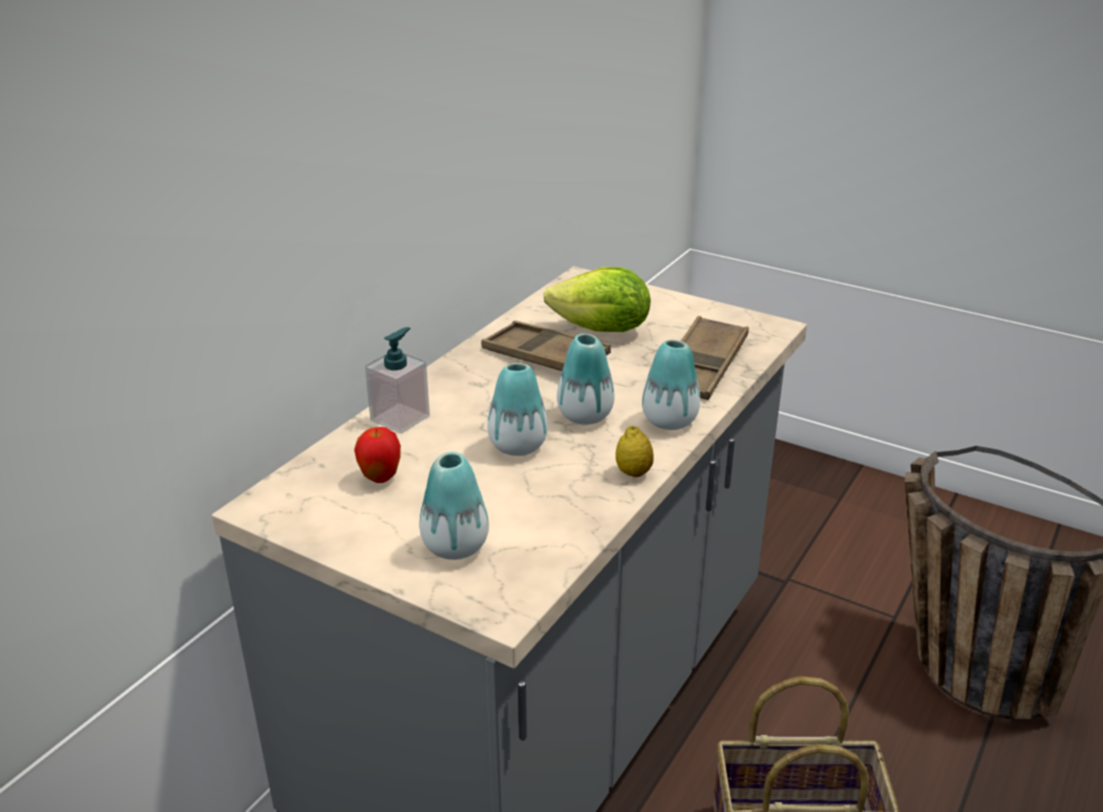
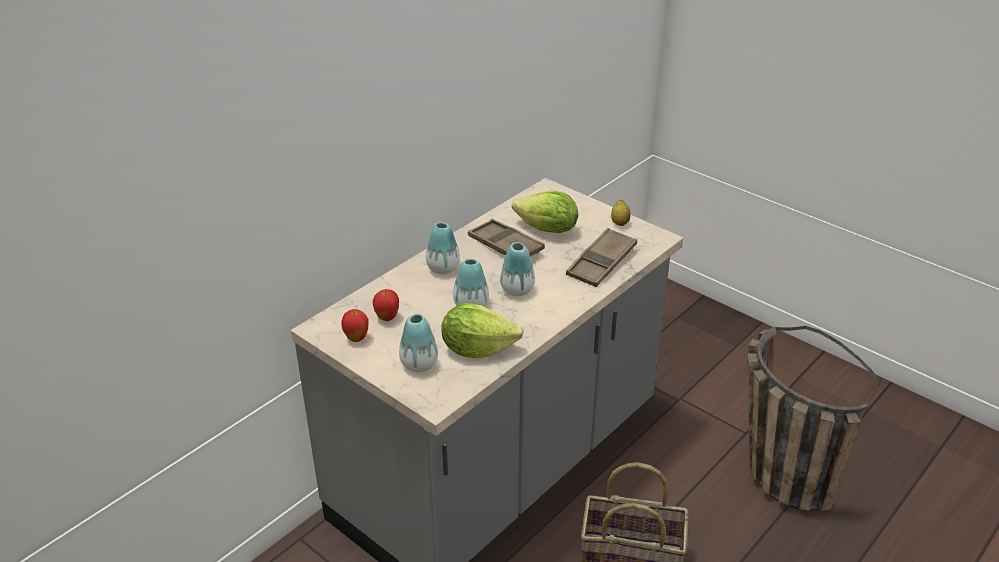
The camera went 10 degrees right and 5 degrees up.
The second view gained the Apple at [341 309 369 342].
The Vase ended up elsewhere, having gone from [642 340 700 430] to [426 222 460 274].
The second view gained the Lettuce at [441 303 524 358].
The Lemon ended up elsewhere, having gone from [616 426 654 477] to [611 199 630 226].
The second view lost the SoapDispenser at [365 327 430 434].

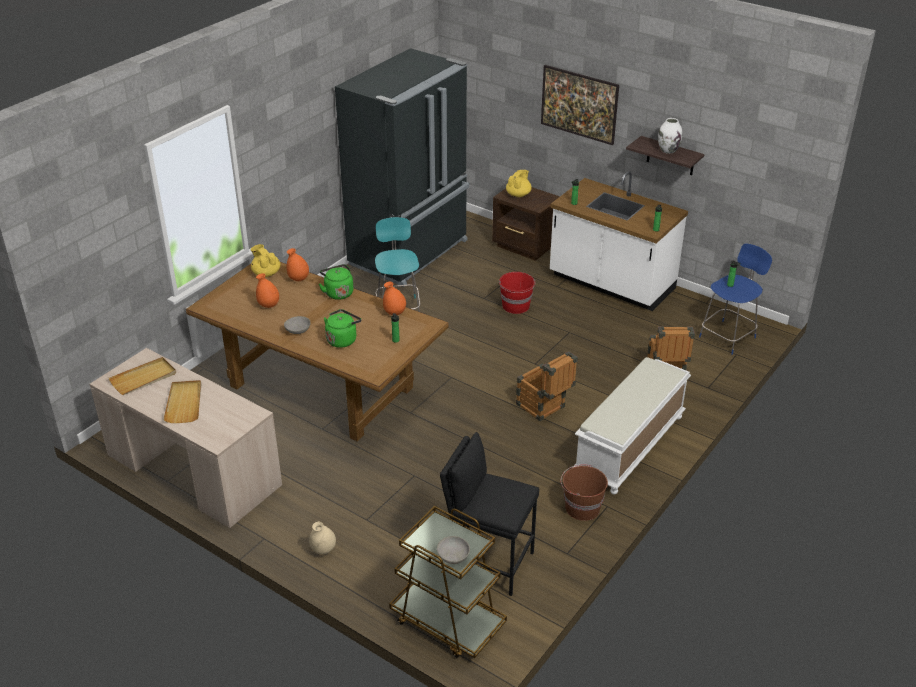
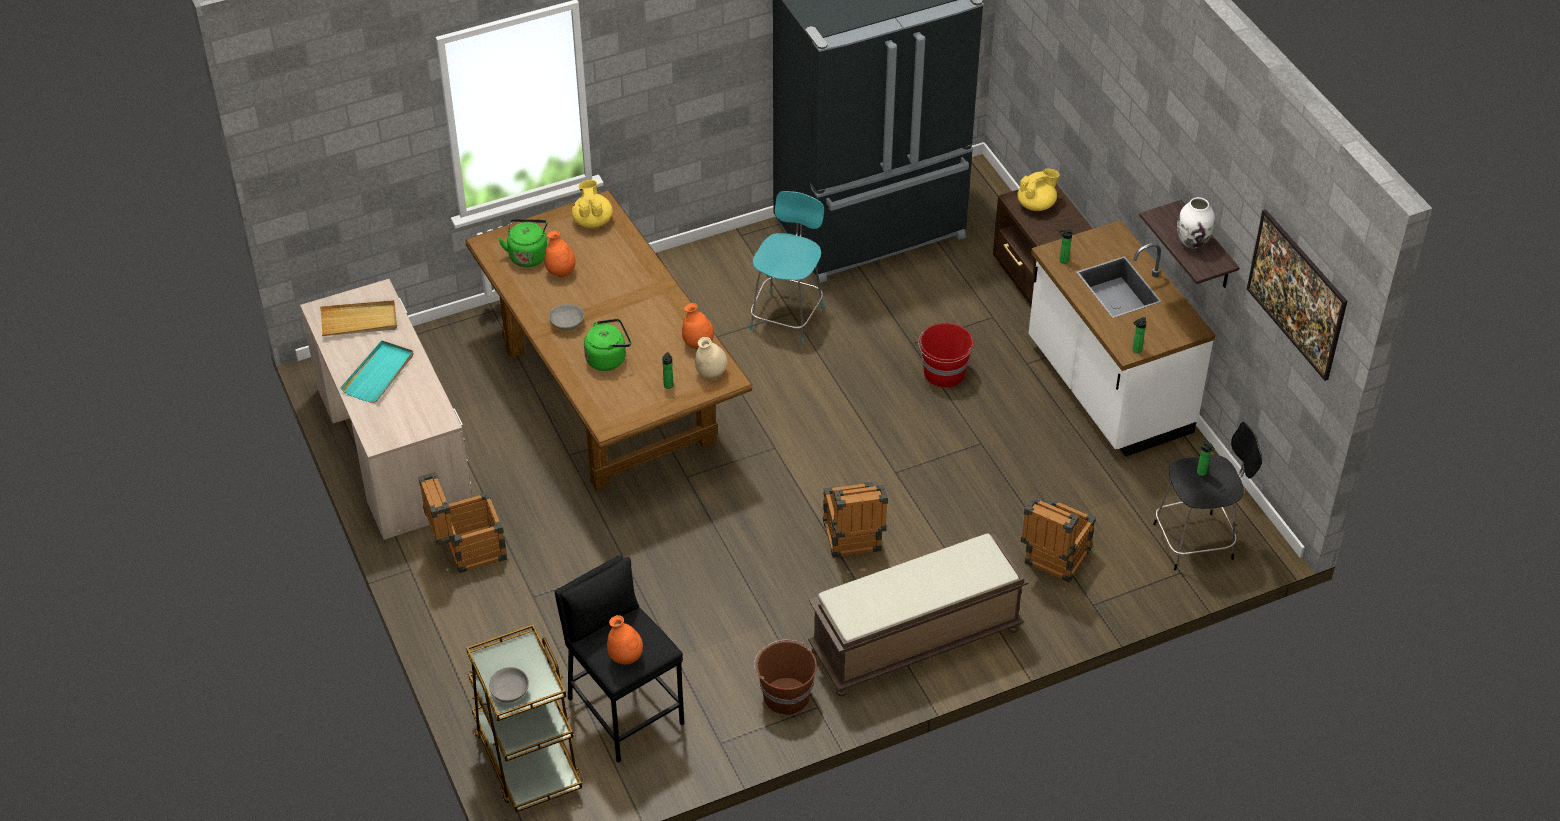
The camera went 30 degrees right and 10 degrees up.
What was the BeigeTray at [163 380 201 423] turned into the TurquoiseTray at [340 341 414 402].
The second view gained the Crate at [418 472 507 573].
The GreenKettle ended up elsewhere, having gone from [319 264 353 300] to [498 219 547 267].
The OrangeVase ended up elsewhere, having gone from [287 248 309 281] to [607 615 643 664].
The BeigeVase ended up elsewhere, having gone from [309 522 336 554] to [695 337 728 378].
What was the WhiteBench at [572 357 691 495] turned into the BrownBench at [808 534 1028 697].
What was the BlueStool at [699 244 772 355] turned into the BlackStool at [1153 421 1262 571].
The Picture ended up elsewhere, having gone from [541 65 619 145] to [1247 209 1347 381].

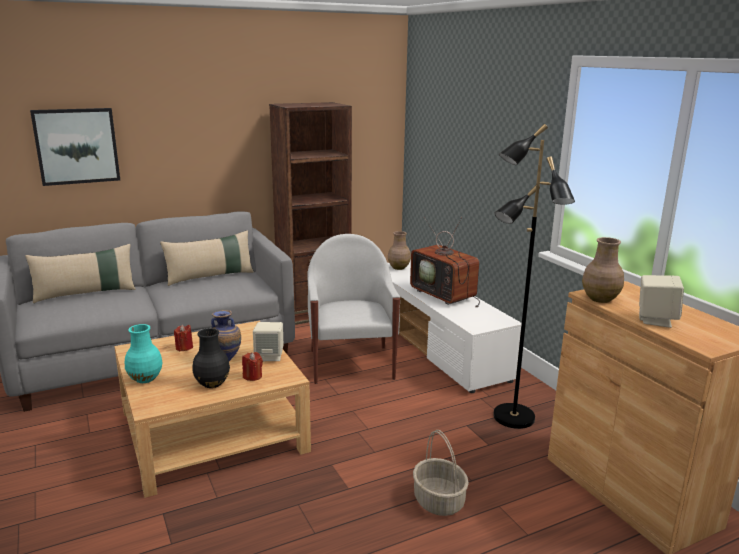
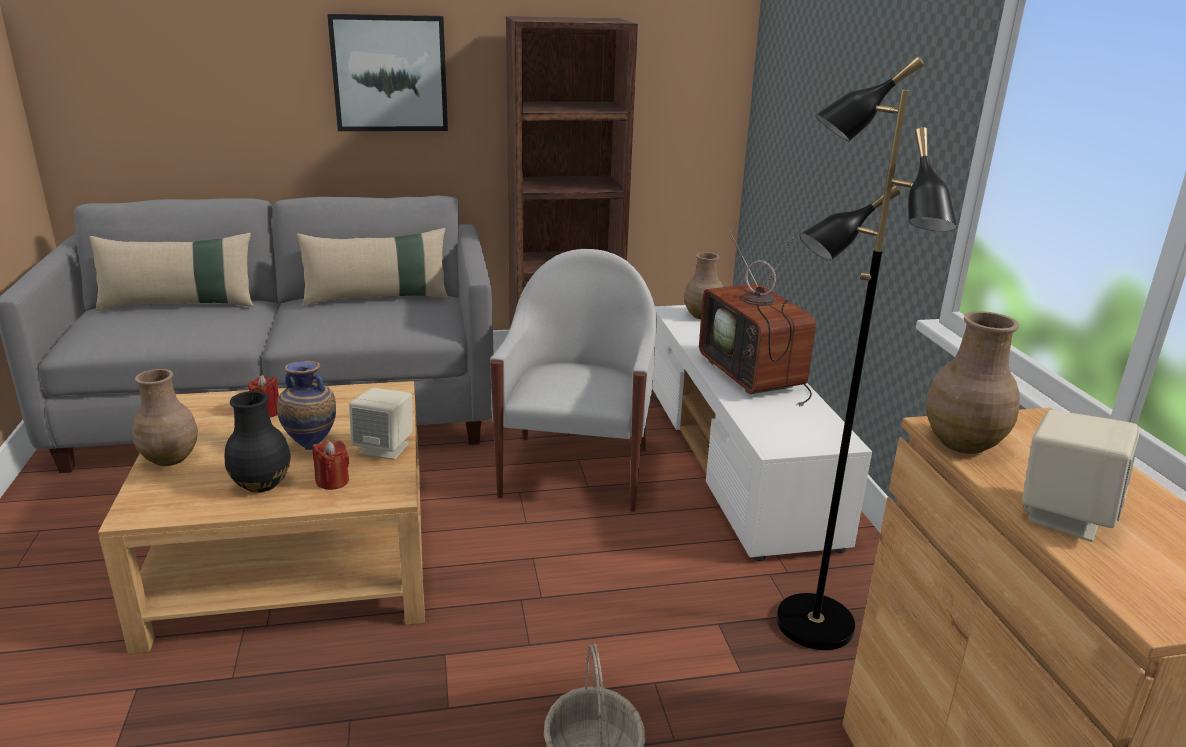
The camera went 15 degrees right and 5 degrees up.
What was the TurquoiseVase at [125 324 163 383] turned into the BrownVase at [132 369 198 466].
The Picture ended up elsewhere, having gone from [30 108 120 186] to [327 14 448 131].

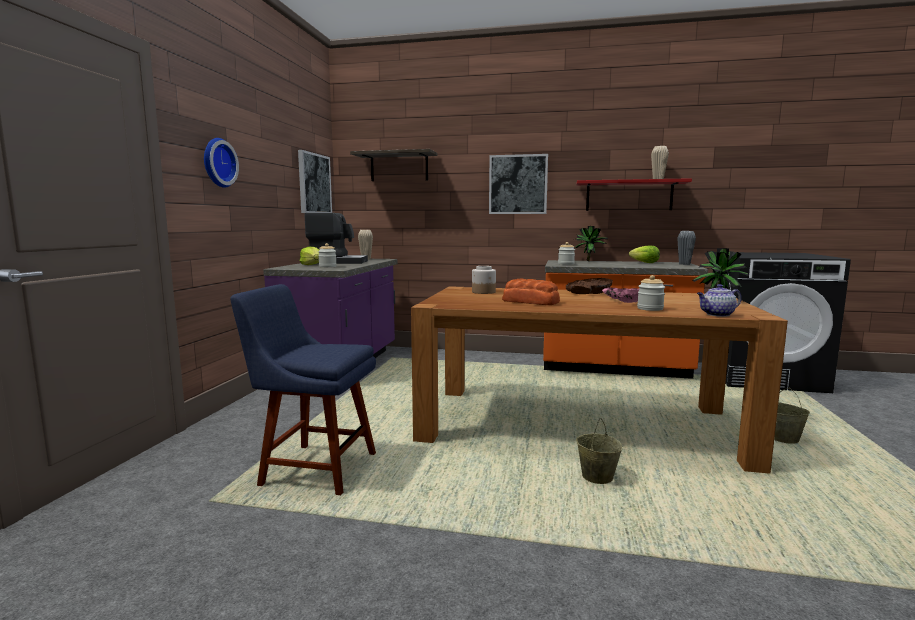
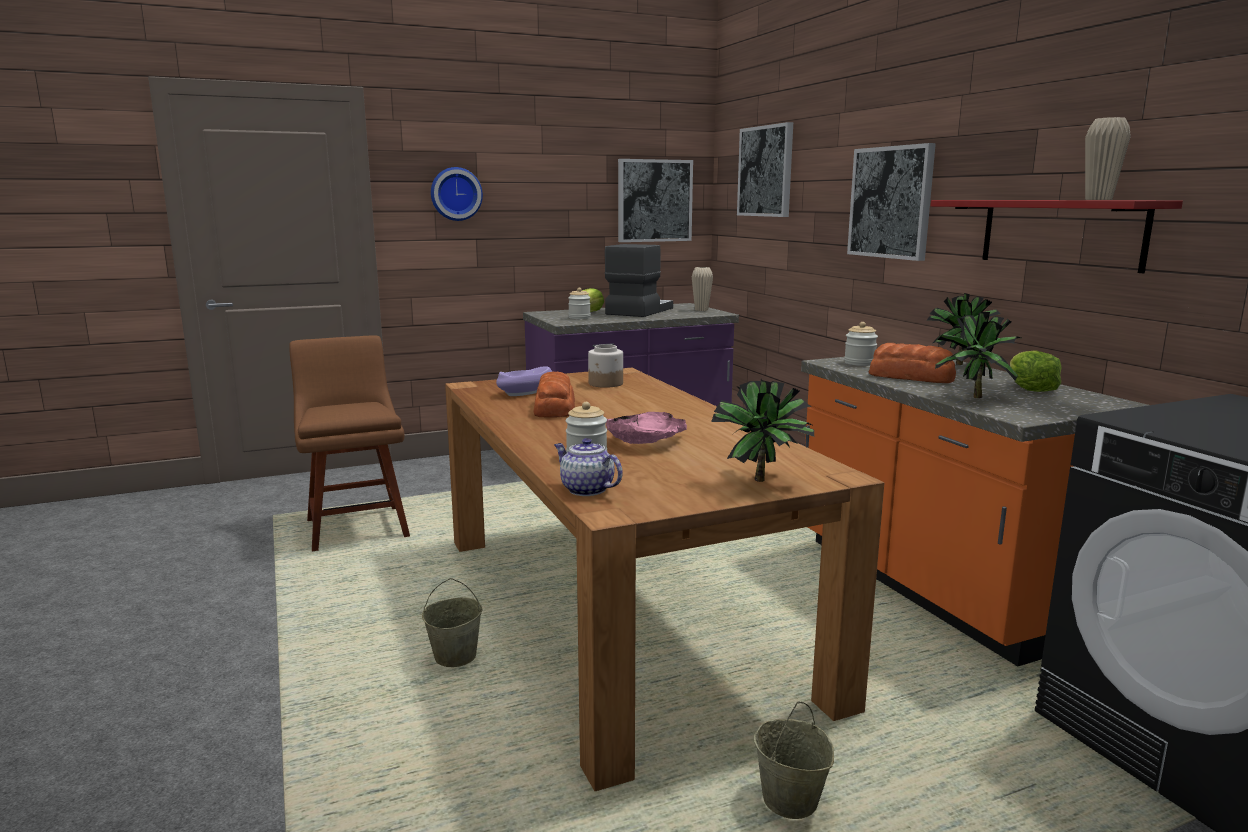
The camera went 55 degrees right and 5 degrees up.
What was the BlueChair at [230 284 376 495] turned into the BrownChair at [289 335 410 551].
The second view gained the PurpleBowl at [496 366 552 396].
The CoffeeMachine at [305 213 368 264] ended up facing another way, 120 degrees counterclockwise from before.
Where the Shelf hung at [350 149 438 181], the Picture came to hang at [737 122 793 217].
The second view gained the Bread at [869 343 956 383].
The second view gained the PottedPlant at [935 312 1021 398].
The second view lost the BrownBowl at [566 278 613 294].
The second view lost the GreyVase at [677 231 696 265].

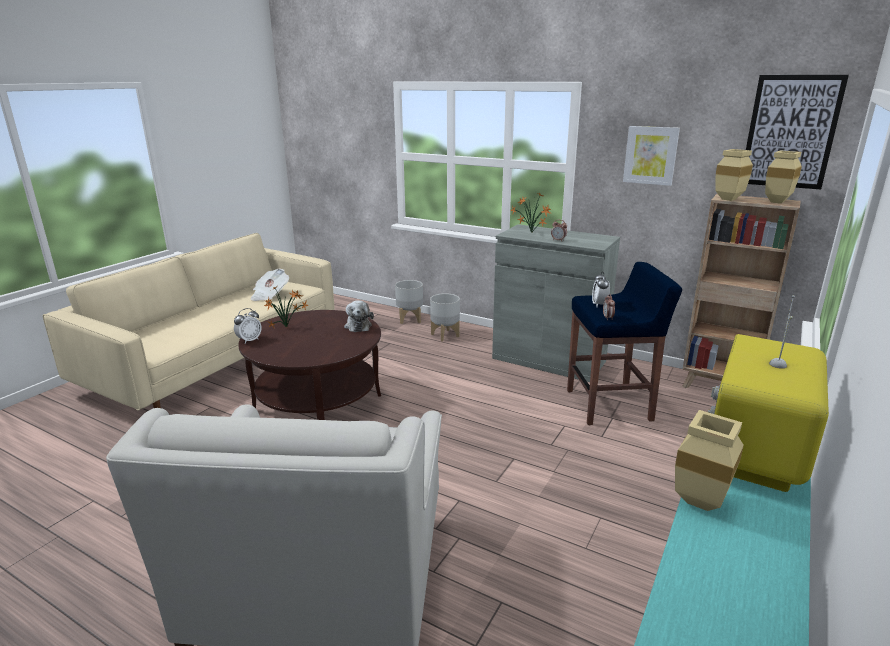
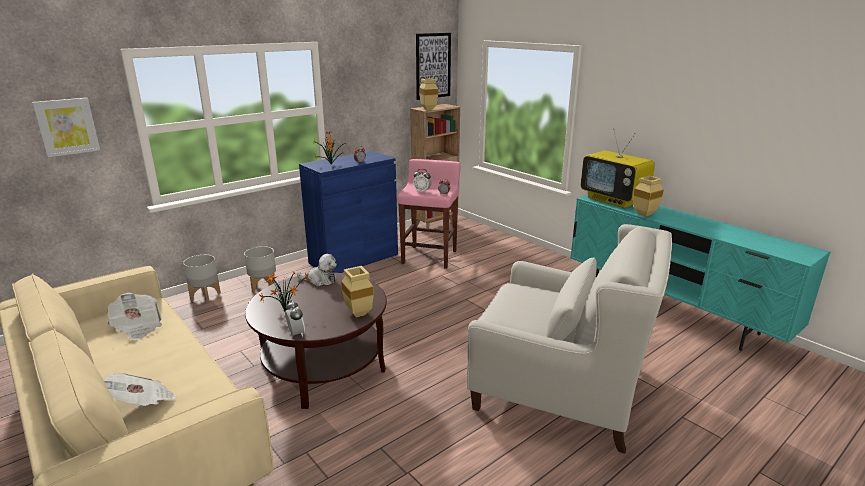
The camera went 70 degrees left and 0 degrees up.
The Picture ended up elsewhere, having gone from [623 126 680 186] to [32 98 100 157].
The second view gained the Newspaper at [104 373 177 406].
What was the GreyCabinet at [492 224 620 382] turned into the BlueCabinet at [299 151 398 273].
The BeigeVase ended up elsewhere, having gone from [765 150 802 204] to [341 266 374 317].
What was the BlueStool at [567 262 682 425] turned into the PinkStool at [397 159 461 269].

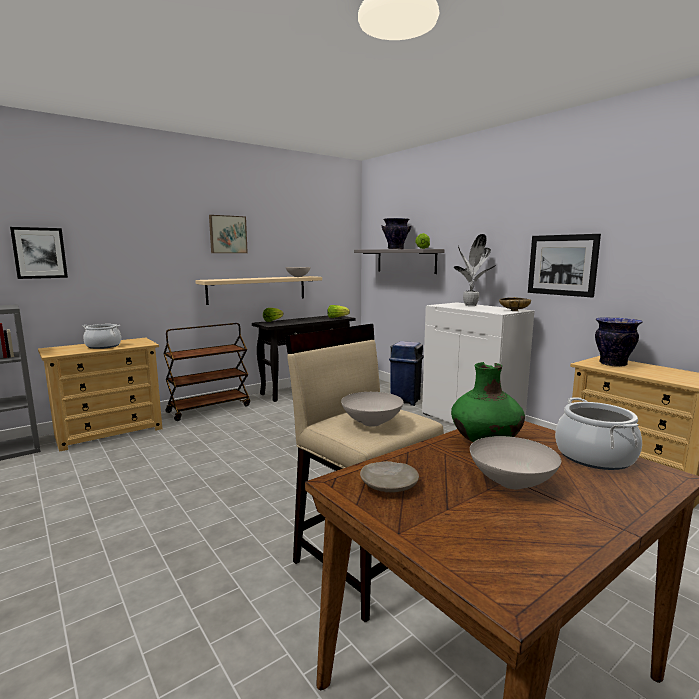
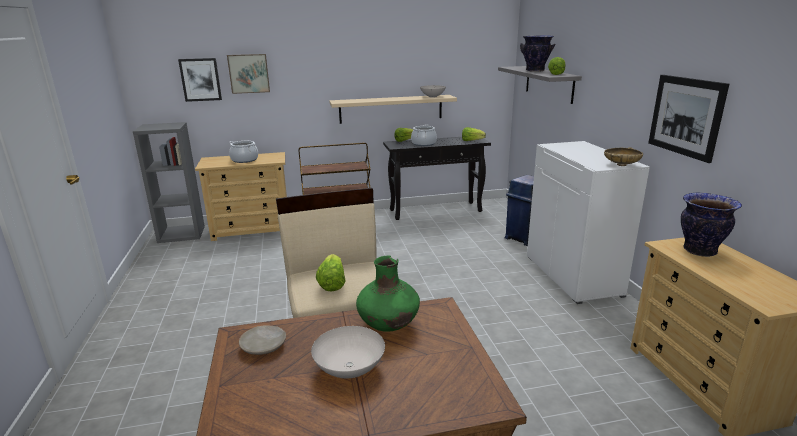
The camera went 25 degrees right and 10 degrees up.
The Picture ended up elsewhere, having gone from [209 215 248 253] to [227 54 270 94].
Where the WhiteBowl stood at [341 392 404 427], the Lettuce came to stand at [316 254 345 291].
The CookingPot ended up elsewhere, having gone from [555 397 642 470] to [411 125 437 146].
The second view lost the PottedPlant at [454 234 496 306].

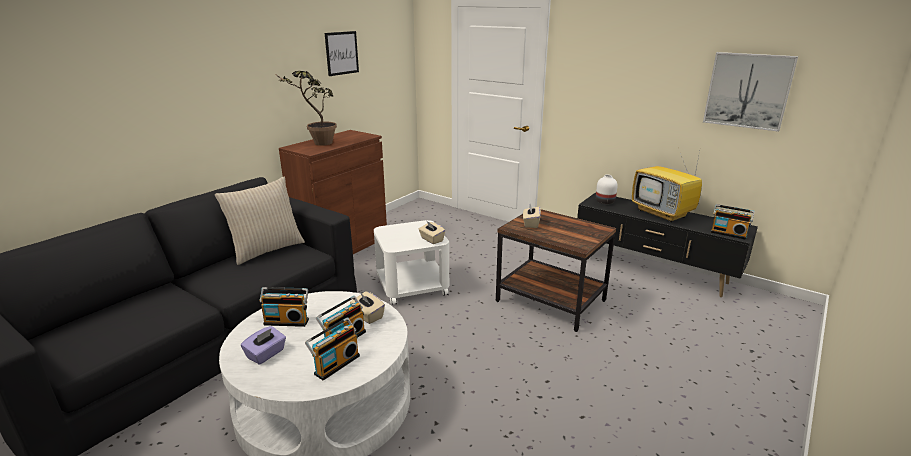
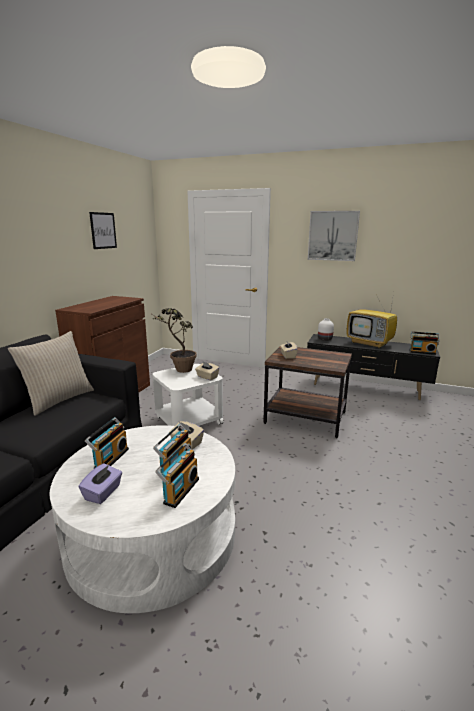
The camera went 15 degrees left and 5 degrees down.
The Radio at [259 287 309 327] ended up facing another way, 60 degrees counterclockwise from before.
The PottedPlant ended up elsewhere, having gone from [275 71 337 146] to [152 308 197 373].
The Picture ended up elsewhere, having gone from [703 52 798 132] to [308 211 360 261].

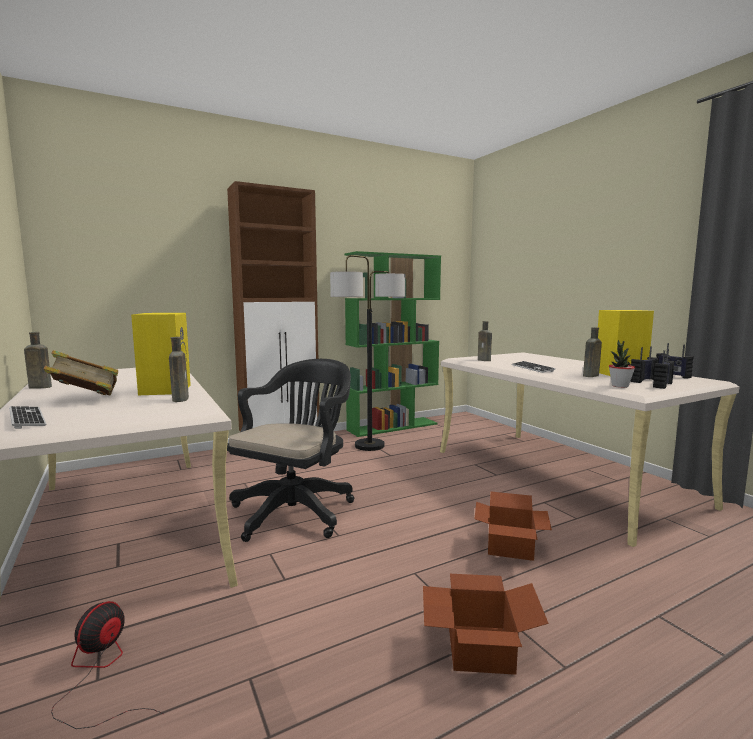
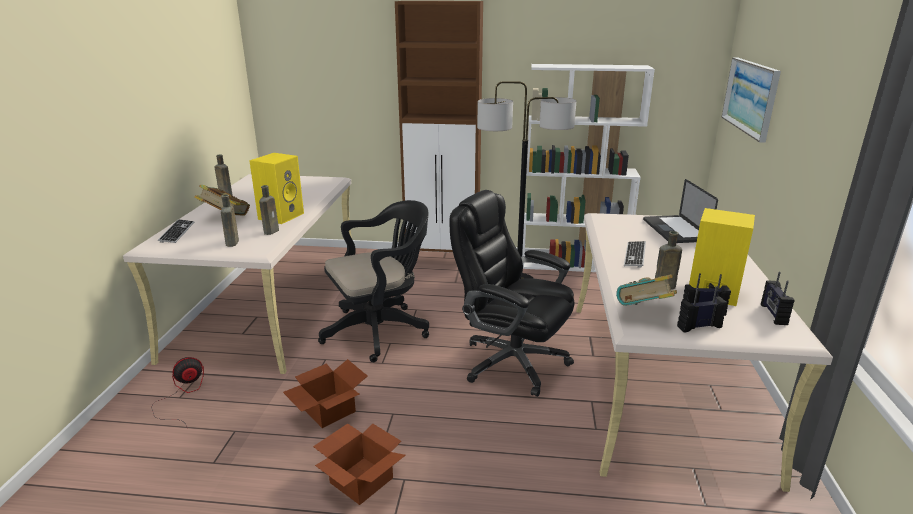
The camera went 35 degrees right and 15 degrees up.
The BrownBottle ended up elsewhere, having gone from [478 321 492 361] to [221 194 239 247].
The CardboardBox ended up elsewhere, having gone from [475 491 552 561] to [283 359 367 428].
The second view gained the BlackOfficeChair at [450 190 575 397].
What was the GreenBookcase at [345 251 441 437] turned into the WhiteBookcase at [522 64 655 272].
Where the PottedPlant stood at [609 340 635 388], the Book came to stand at [616 274 677 306].
The second view gained the Laptop at [643 179 718 243].
The second view gained the Picture at [721 57 781 143].

